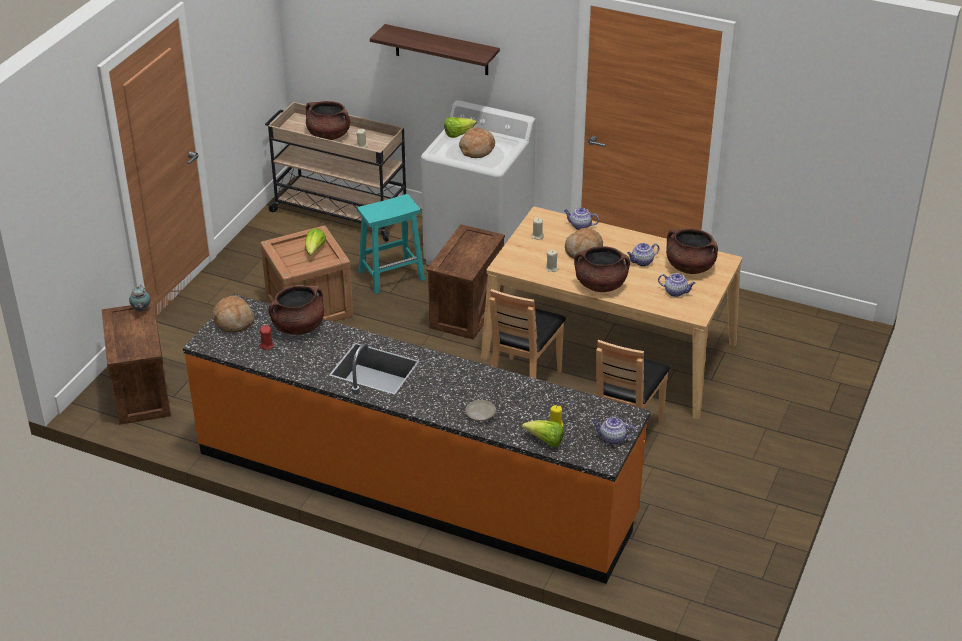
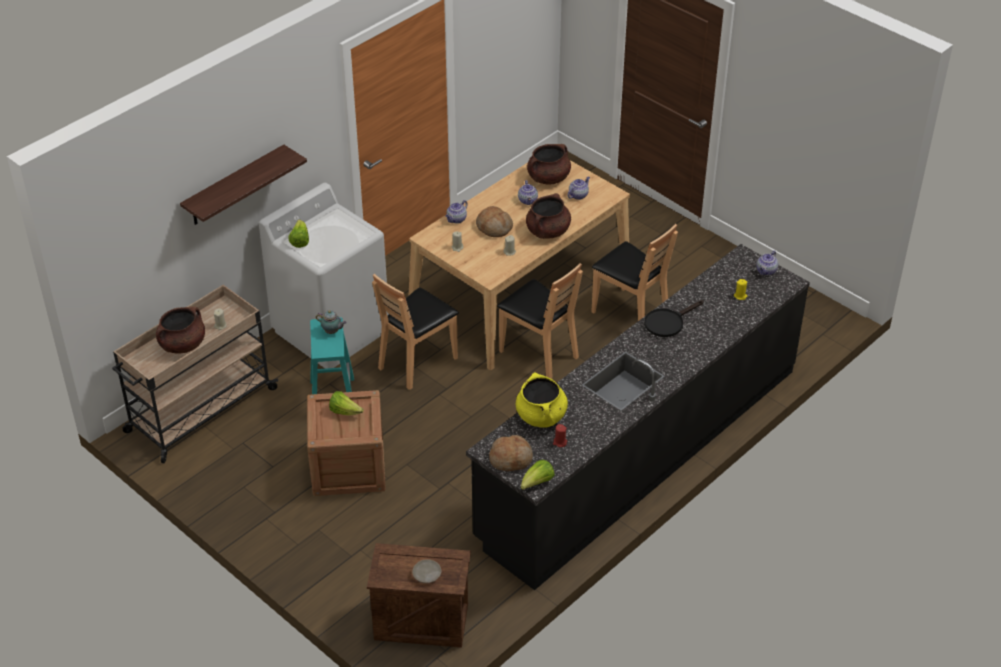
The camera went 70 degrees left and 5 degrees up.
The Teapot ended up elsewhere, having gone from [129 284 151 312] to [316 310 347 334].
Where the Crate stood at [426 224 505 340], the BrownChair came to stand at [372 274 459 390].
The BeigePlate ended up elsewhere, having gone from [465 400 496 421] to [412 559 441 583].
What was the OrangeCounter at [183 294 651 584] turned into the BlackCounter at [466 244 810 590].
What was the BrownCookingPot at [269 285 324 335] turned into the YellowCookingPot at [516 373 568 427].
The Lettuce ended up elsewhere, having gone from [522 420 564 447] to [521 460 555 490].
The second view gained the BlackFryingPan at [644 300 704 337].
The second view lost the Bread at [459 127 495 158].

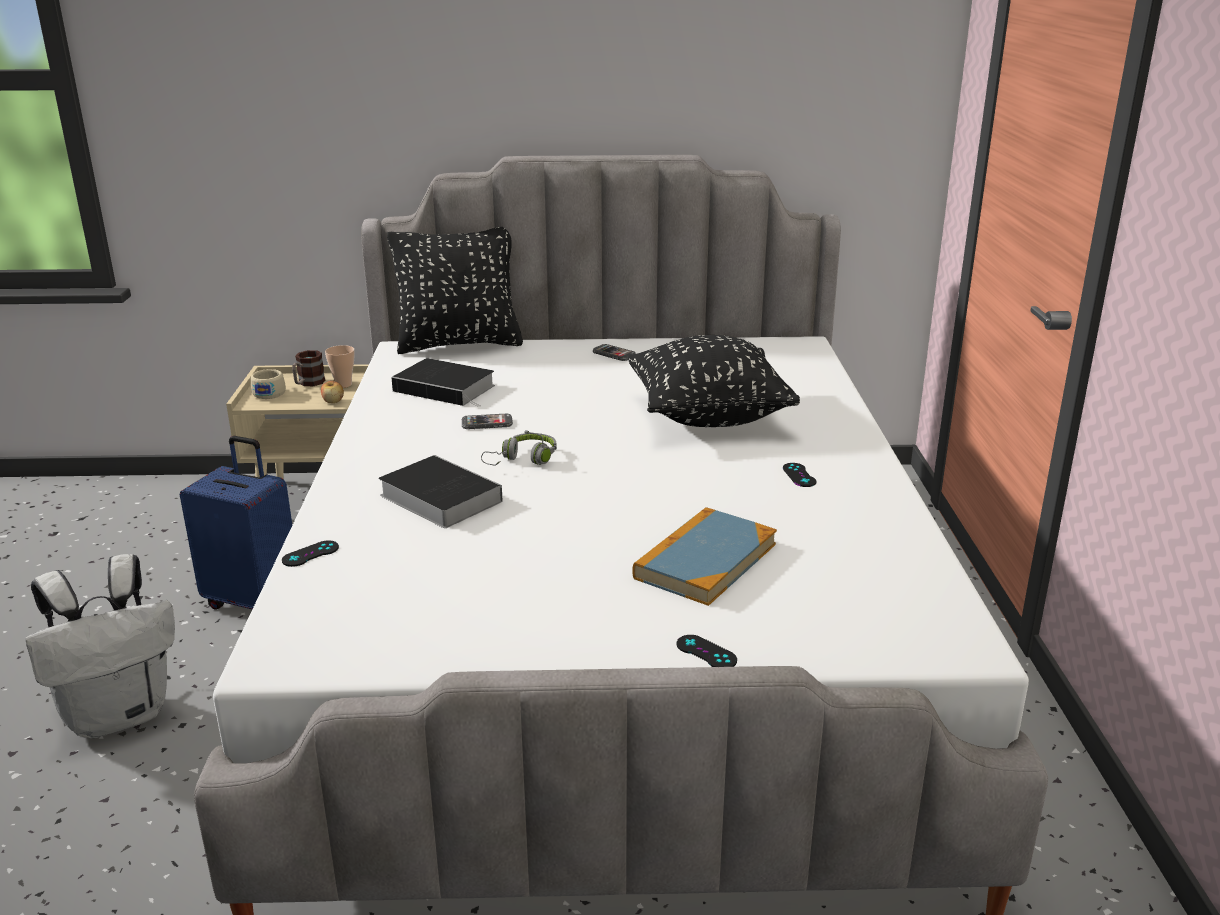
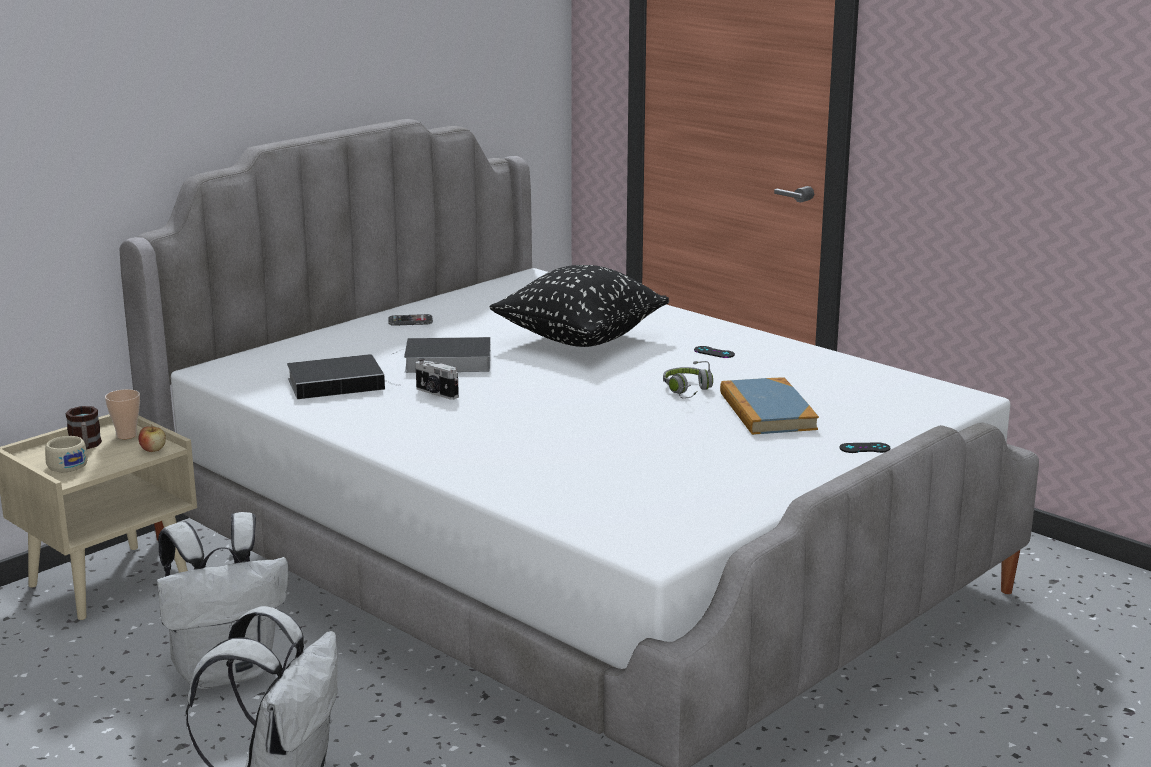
The camera went 45 degrees left and 5 degrees down.
Where the BlueSuitcase stood at [180 436 292 610], the WhiteBackpack came to stand at [157 512 288 689].
The Book ended up elsewhere, having gone from [379 455 503 528] to [392 337 490 373].
Where the Phone stood at [462 414 513 429], the PhotoCamera came to stand at [415 358 459 400].
The GreyHeadphones ended up elsewhere, having gone from [481 430 557 466] to [663 361 713 398].
The second view lost the BlackGameController at [282 540 339 567].
The second view lost the BlackPillow at [387 227 523 354].

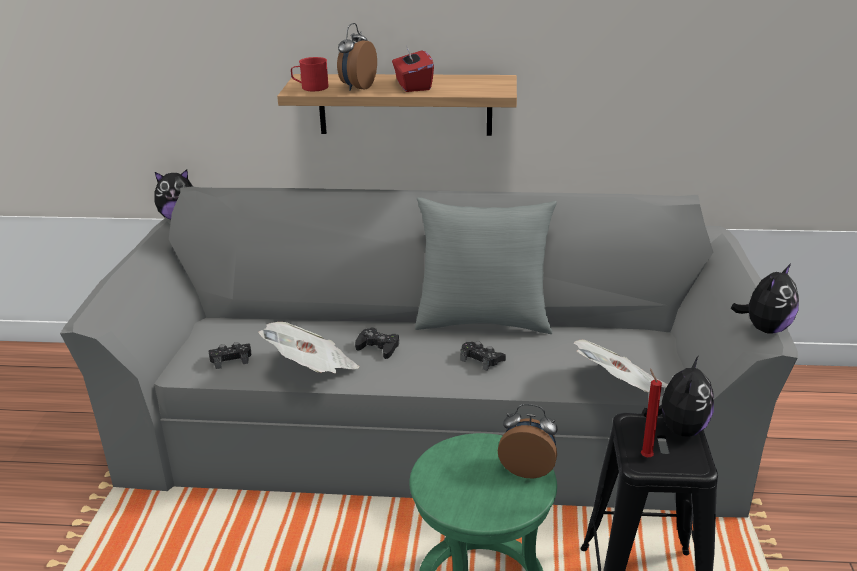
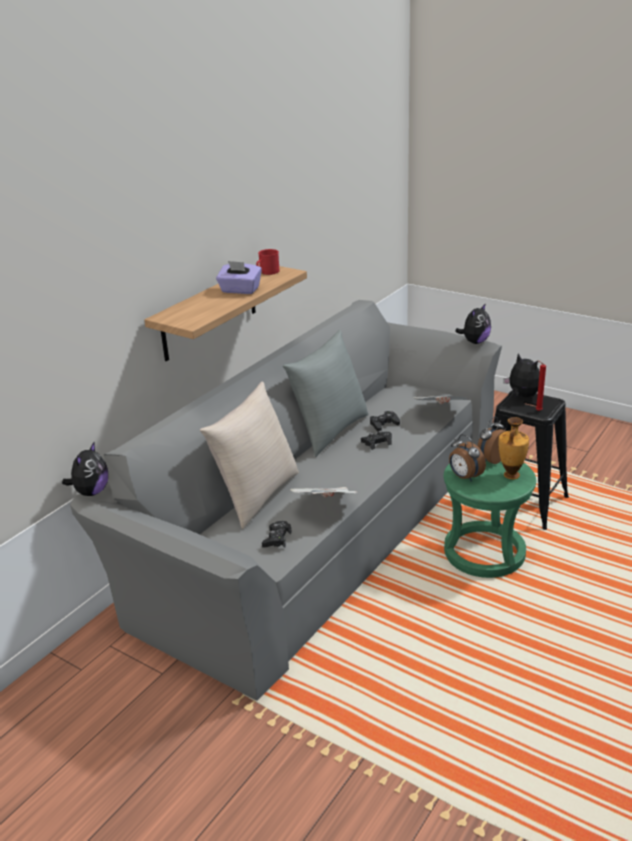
The camera went 60 degrees left and 0 degrees up.
The second view gained the BeigePillow at [200 381 299 529].
What was the RedTissueBox at [392 46 434 92] turned into the PurpleTissueBox at [216 261 262 294].
The RedMug ended up elsewhere, having gone from [291 57 328 91] to [256 249 279 275].
The BlackGameController ended up elsewhere, having gone from [355 327 399 359] to [370 411 400 432].
The AlarmClock ended up elsewhere, having gone from [337 23 377 91] to [449 434 486 482].
The PlushToy at [731 263 799 334] ended up facing another way, 60 degrees clockwise from before.
The second view gained the Vase at [498 417 529 479].

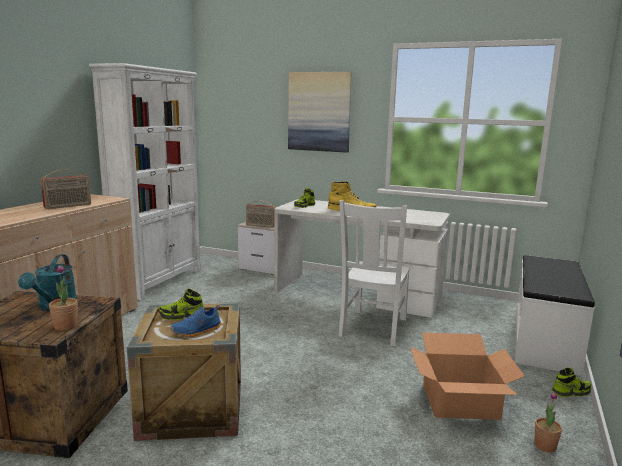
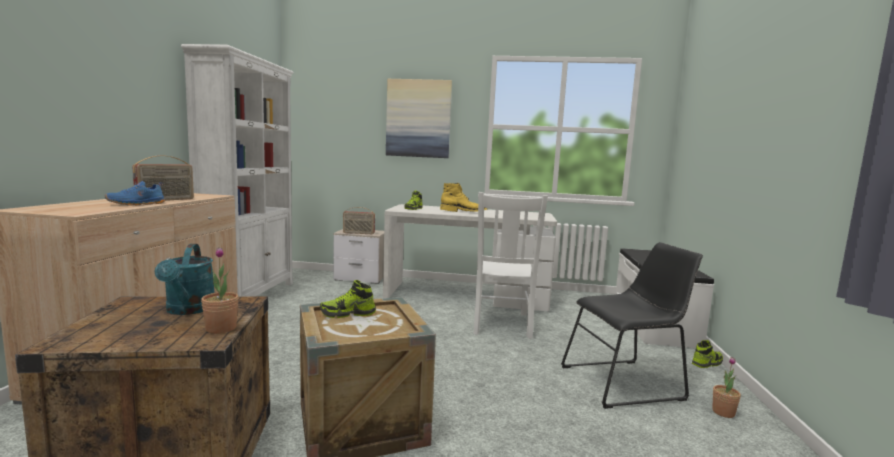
The camera went 15 degrees left and 5 degrees down.
The BlueShoe ended up elsewhere, having gone from [170 305 221 337] to [105 181 165 206].
Where the CardboardBox stood at [410 333 525 420], the BlackChair came to stand at [561 242 703 409].

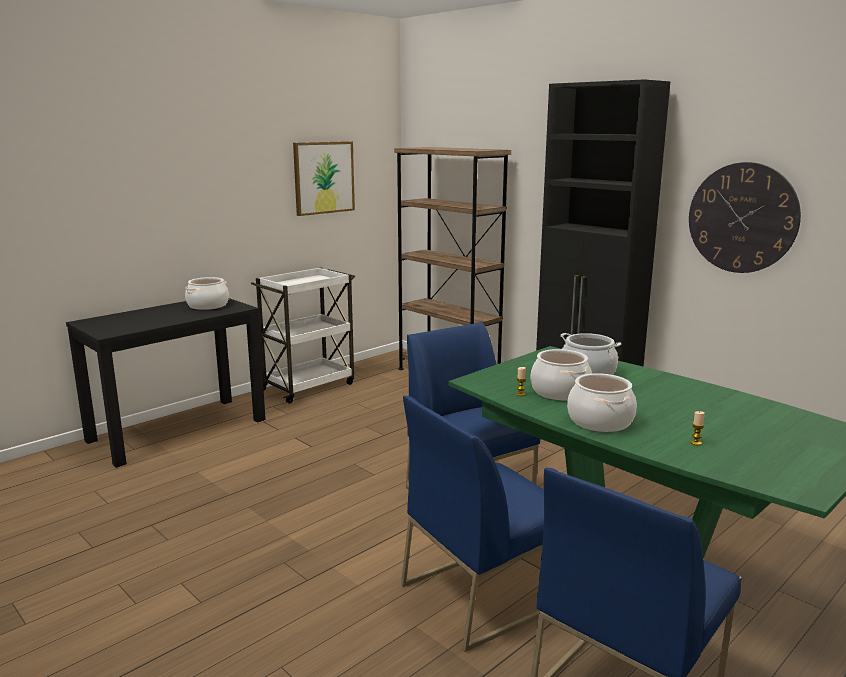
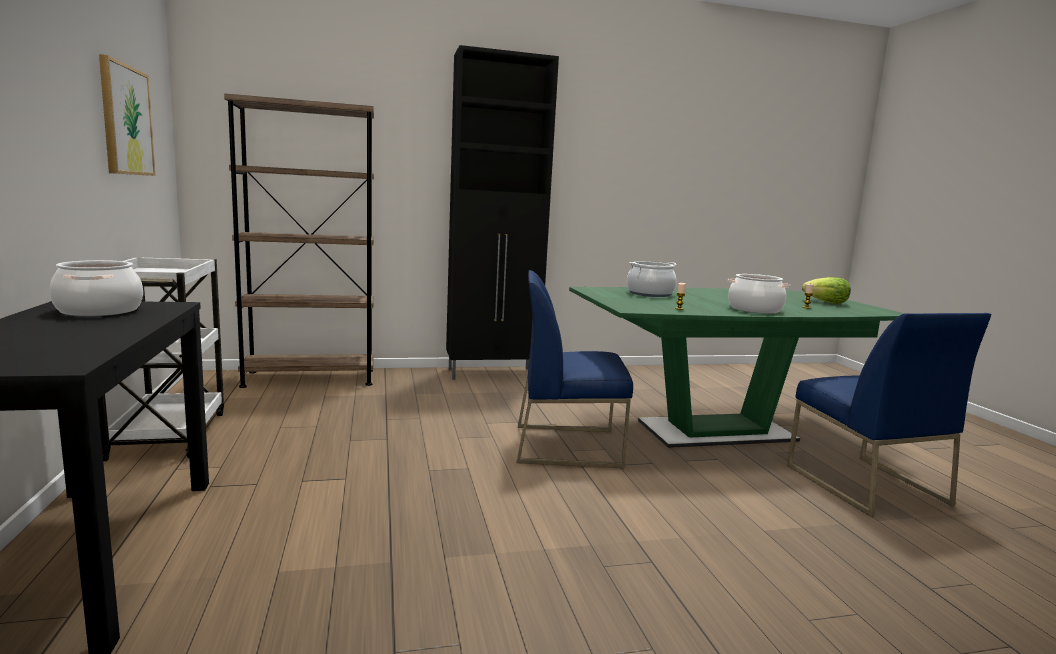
The camera went 60 degrees left and 5 degrees down.
The second view gained the Lettuce at [802 277 851 304].
The second view lost the BlueChair at [401 396 544 652].
The second view lost the CookingPot at [531 349 592 400].
The second view lost the WallClock at [689 162 801 273].

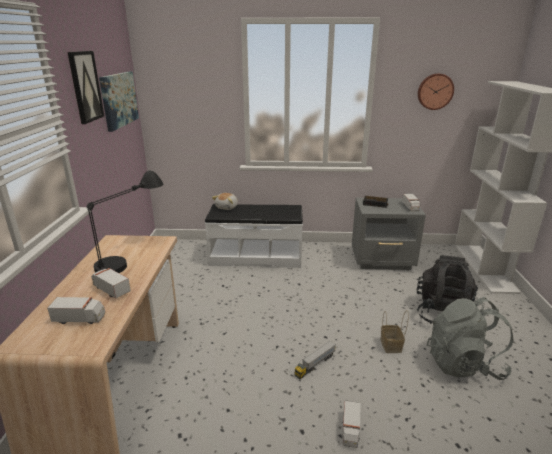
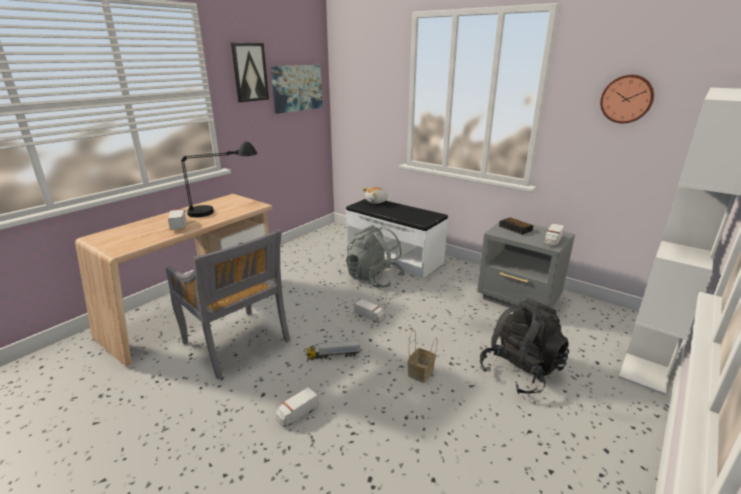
The camera went 35 degrees right and 0 degrees up.
The second view gained the GreyChair at [166 229 291 379].
The GreyBackpack ended up elsewhere, having gone from [427 297 514 380] to [346 225 405 288].
The ToyTruck ended up elsewhere, having gone from [47 297 105 324] to [354 299 385 323].

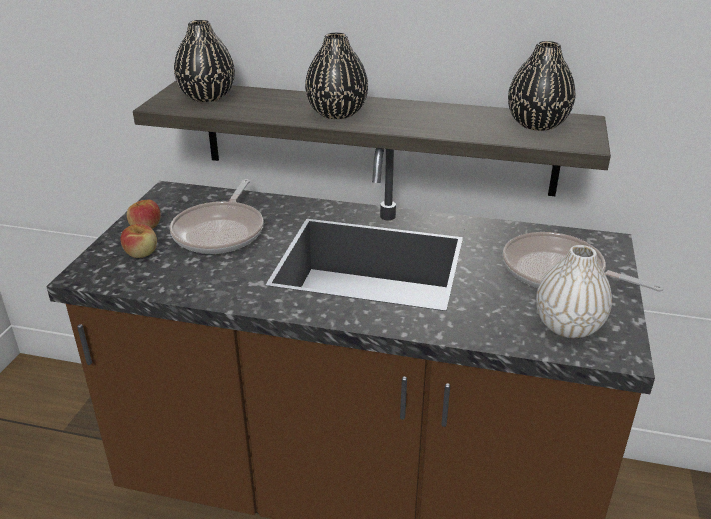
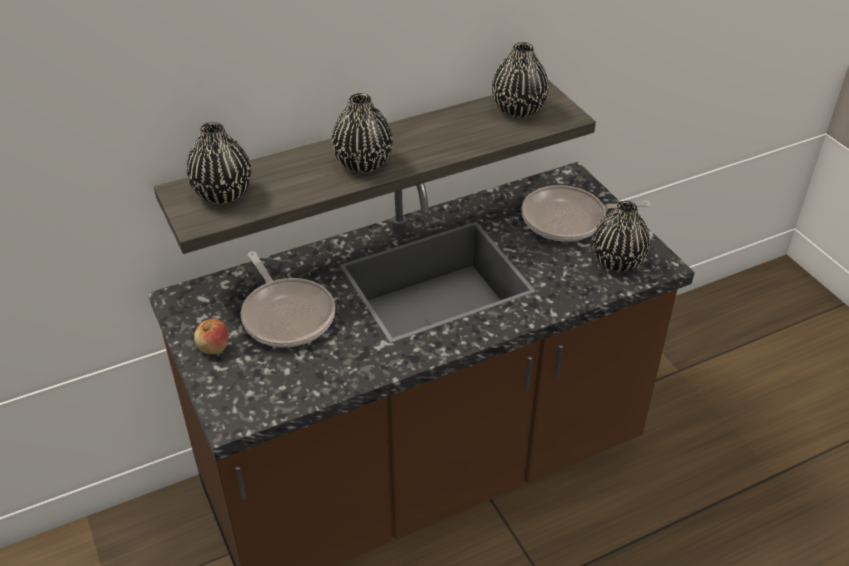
The camera went 40 degrees left and 10 degrees up.
What was the WhiteVase at [536 245 612 338] turned into the BlackVase at [592 201 650 272].
The second view lost the Apple at [120 224 157 258].

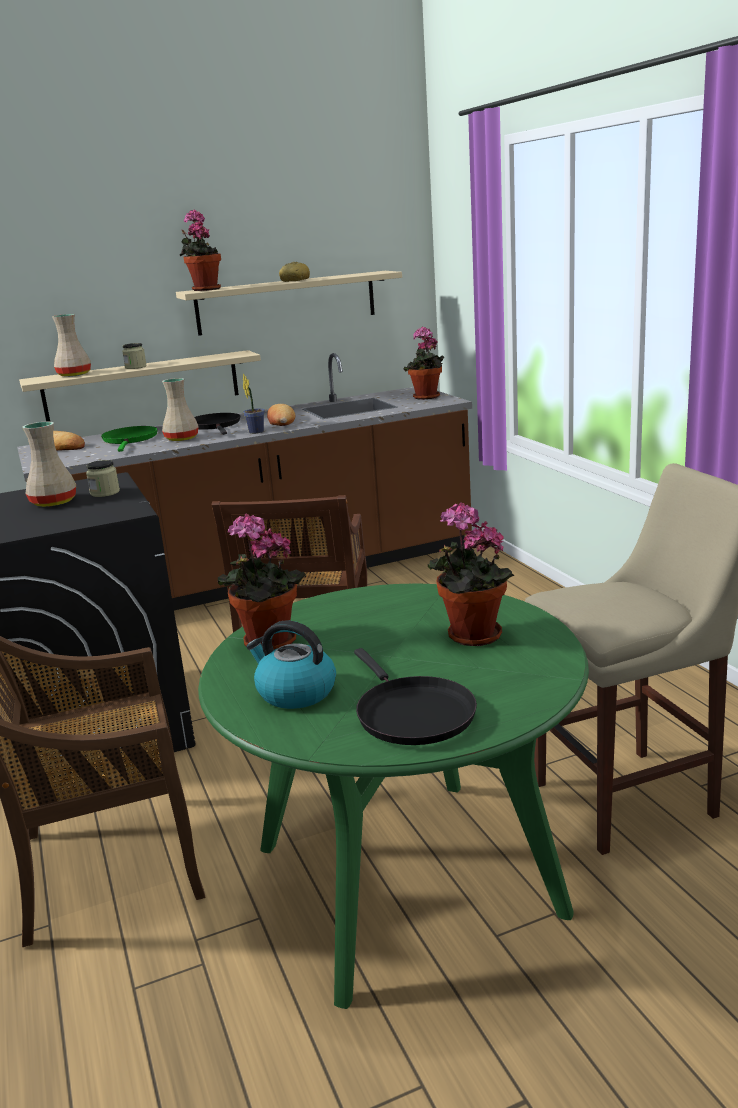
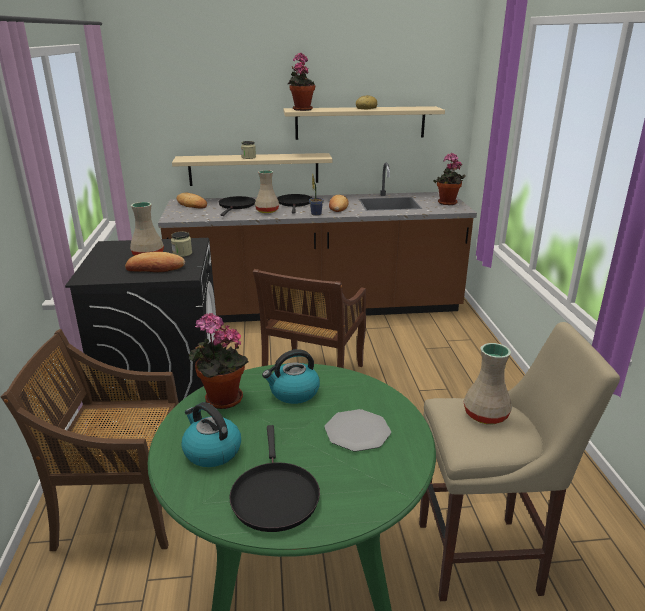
The camera went 15 degrees right and 5 degrees up.
The second view gained the Bread at [125 252 185 272].
What was the GreenFryingPan at [101 426 158 452] turned into the BlackFryingPan at [219 196 255 216].
The second view gained the Kettle at [262 349 320 404].
Where the PottedPlant stood at [428 502 514 646], the Plate came to stand at [324 409 391 452].
The BeigeVase ended up elsewhere, having gone from [52 314 91 377] to [463 343 512 424].

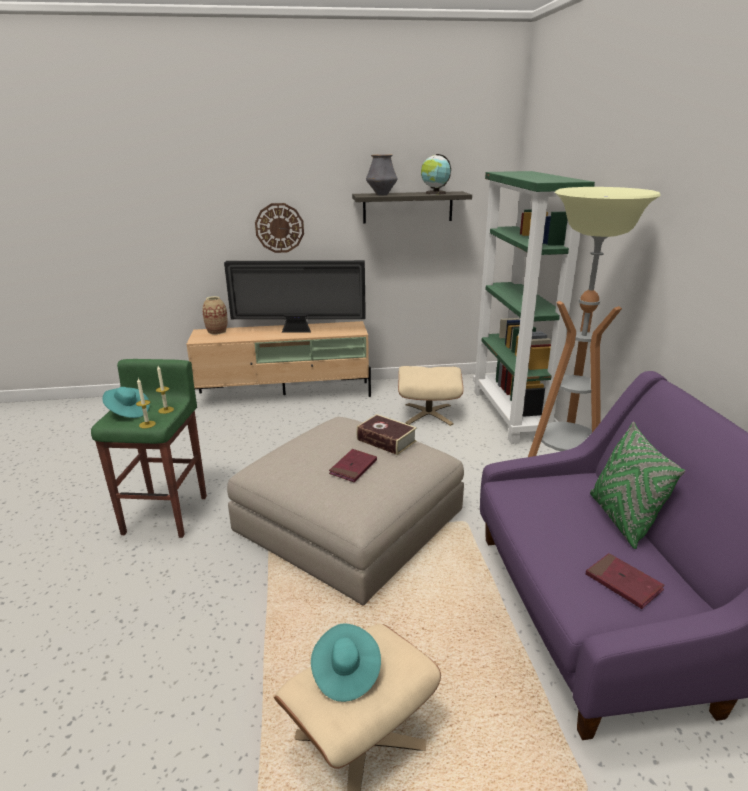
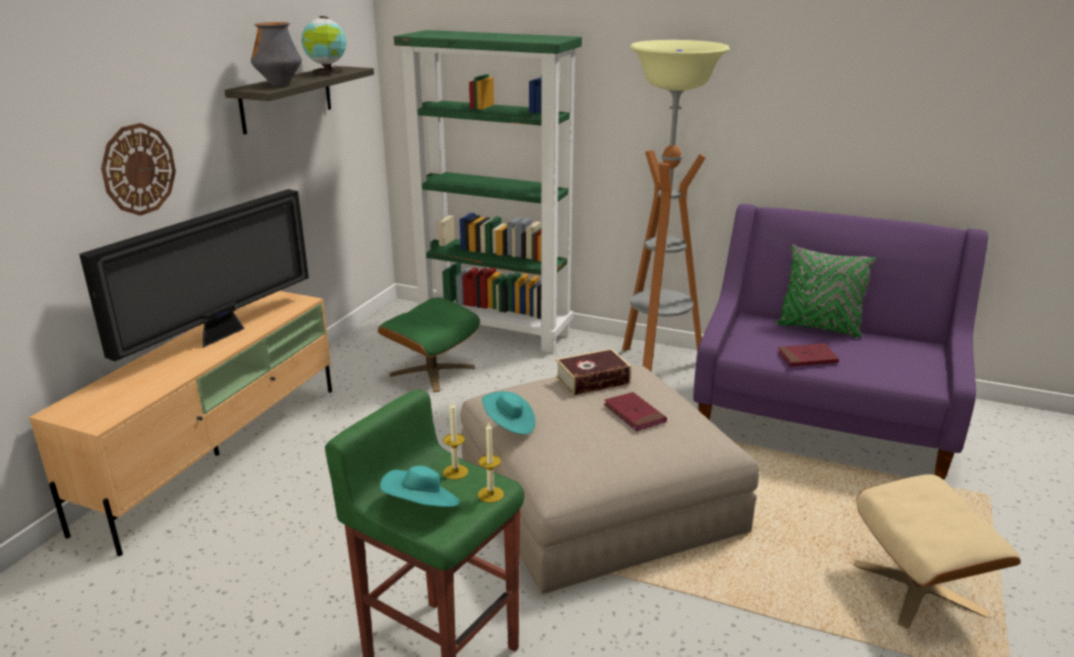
The camera went 60 degrees left and 0 degrees up.
What was the BeigeOttoman at [398 366 464 426] turned into the GreenOttoman at [378 297 480 392].
The TurquoiseHat ended up elsewhere, having gone from [311 623 381 702] to [482 391 535 435].
The RedBook ended up elsewhere, having gone from [586 553 665 609] to [778 343 839 367].
The second view lost the Vase at [202 296 228 335].

